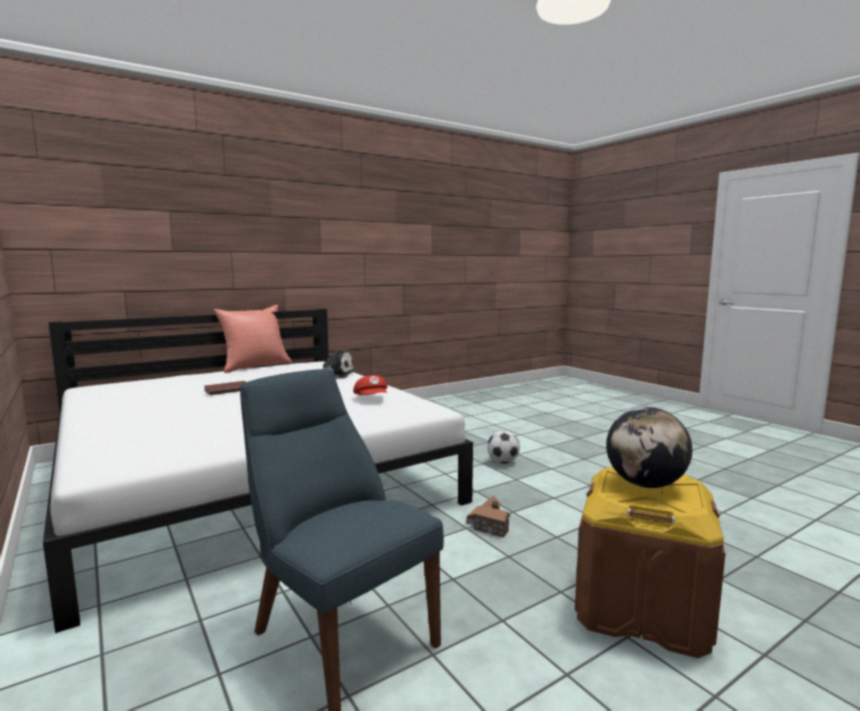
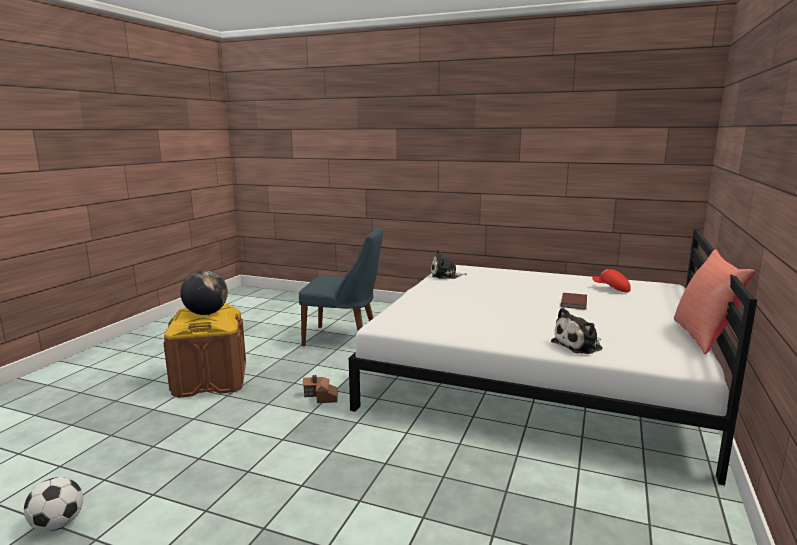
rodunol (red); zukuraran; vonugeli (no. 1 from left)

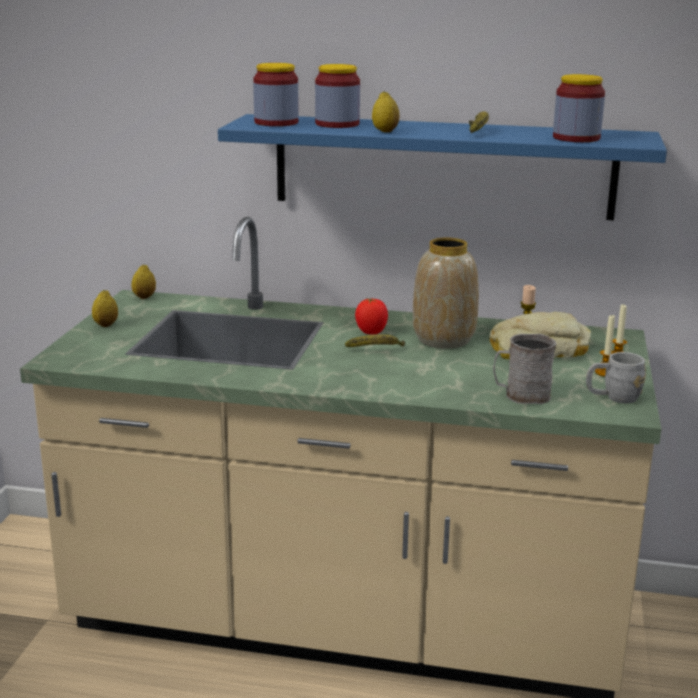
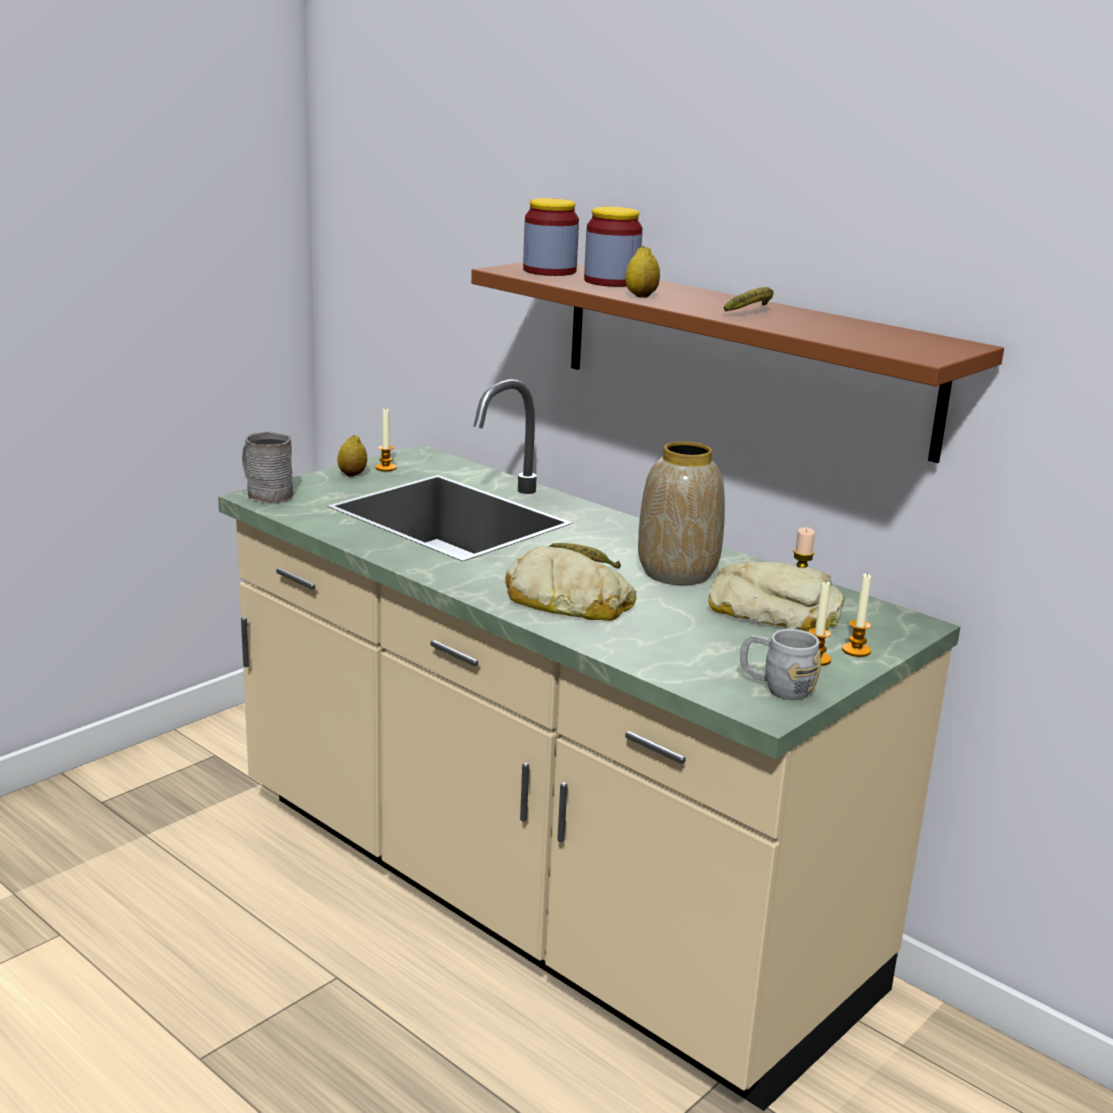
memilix (no. 3 from left in the first image); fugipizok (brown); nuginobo (no. 2 from left in the first image); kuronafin; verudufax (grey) (no. 1 from left); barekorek (no. 1 from left); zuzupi (no. 1 from left)

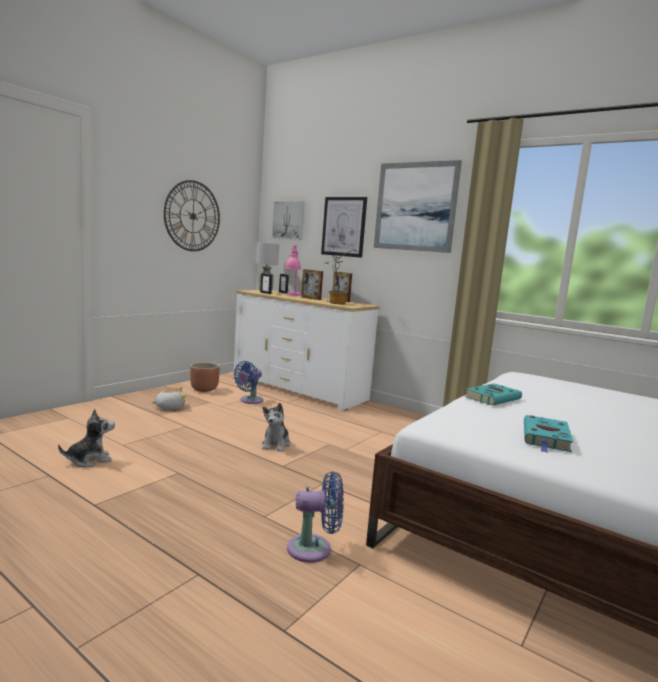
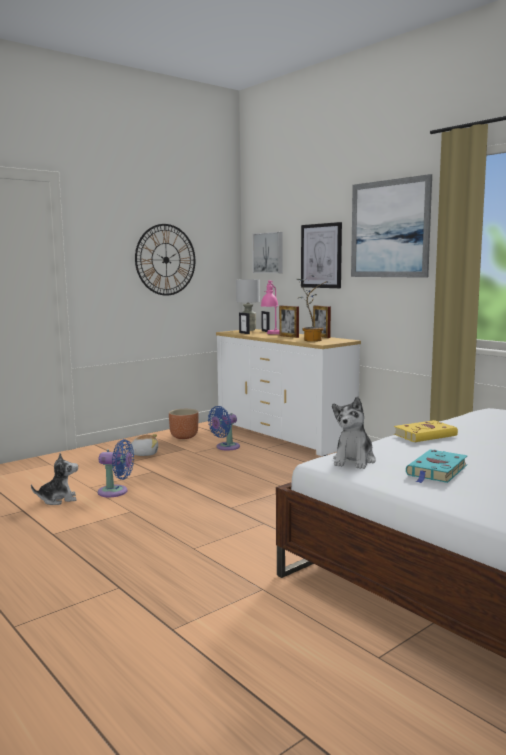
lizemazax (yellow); vonugeli (no. 3 from left); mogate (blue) (no. 1 from left)

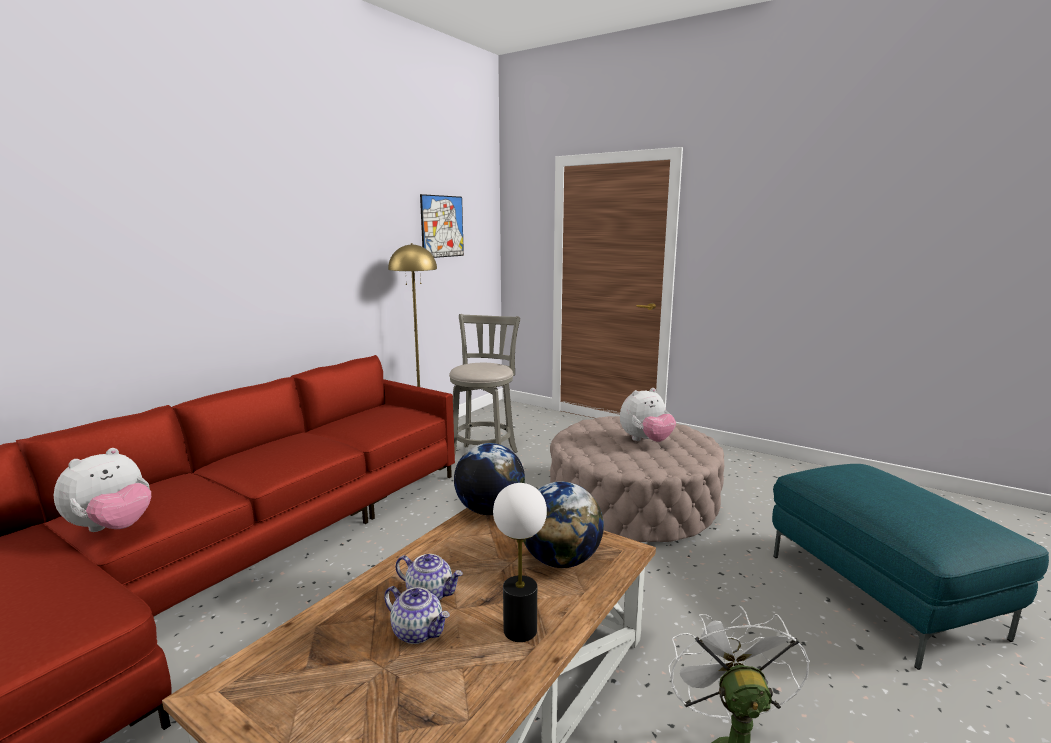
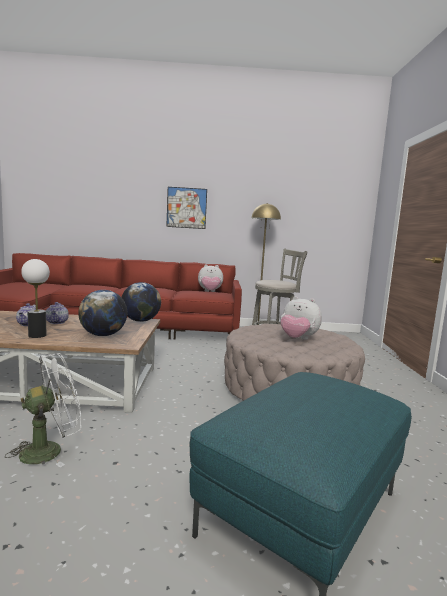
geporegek; vonugeli (no. 1 from left)

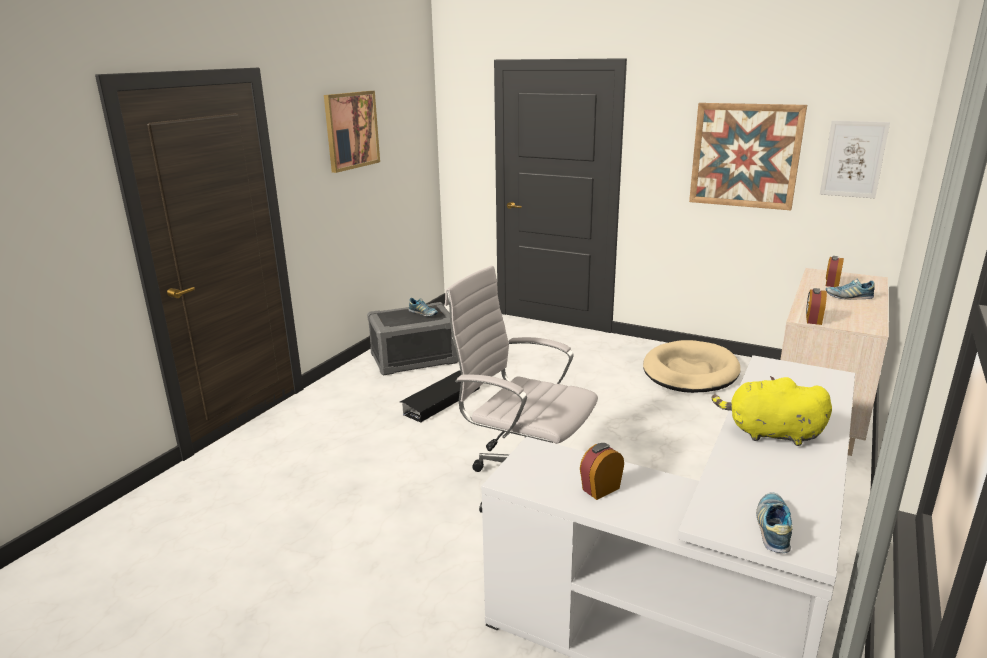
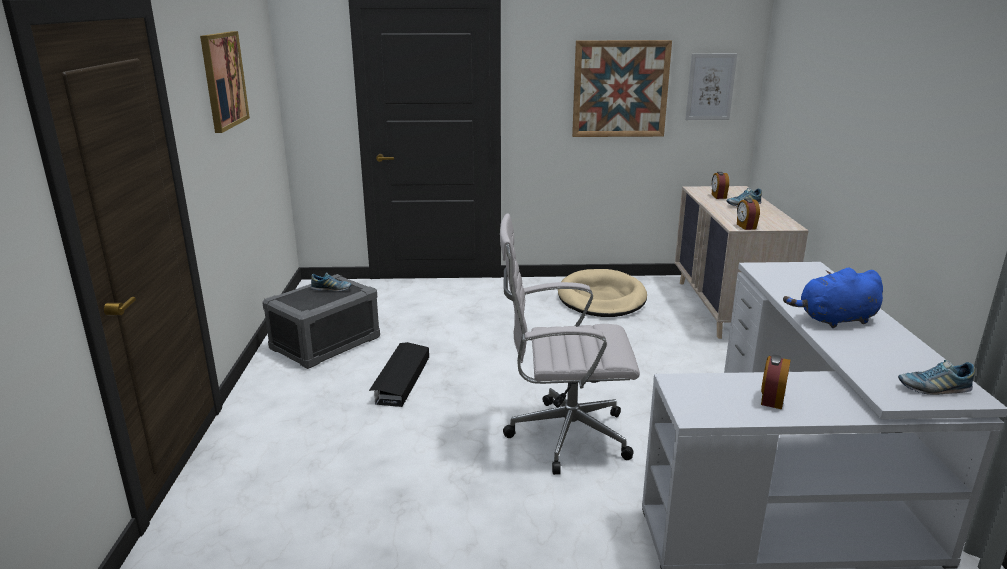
vonugeli (blue); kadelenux (no. 3 from left)

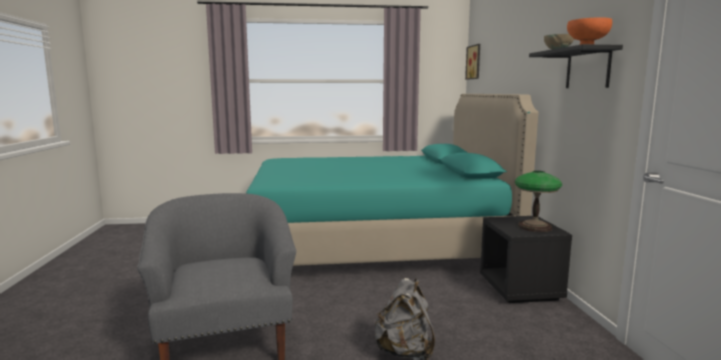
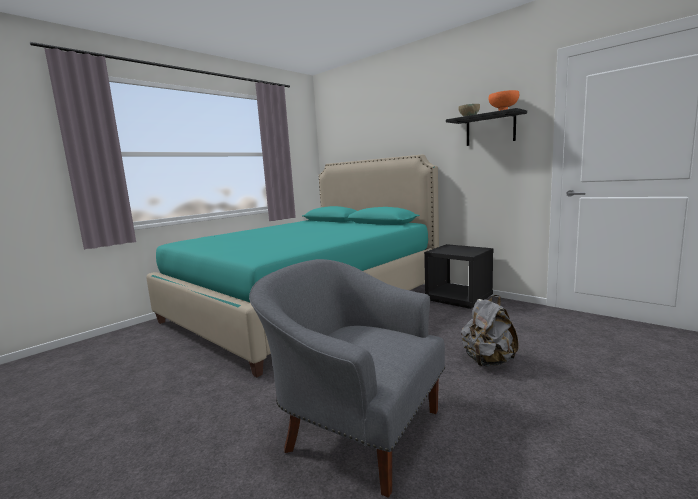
geporegek; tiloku

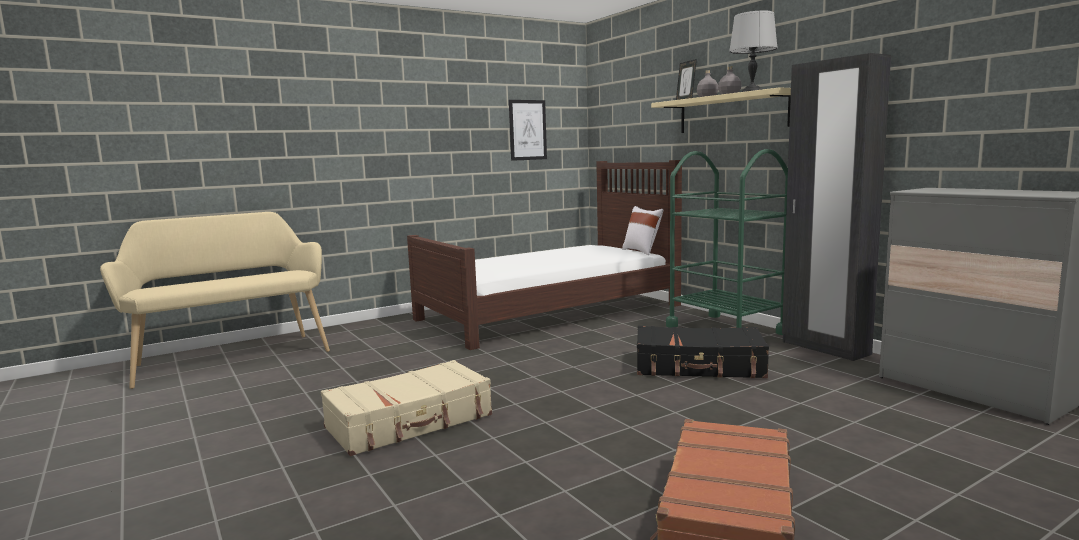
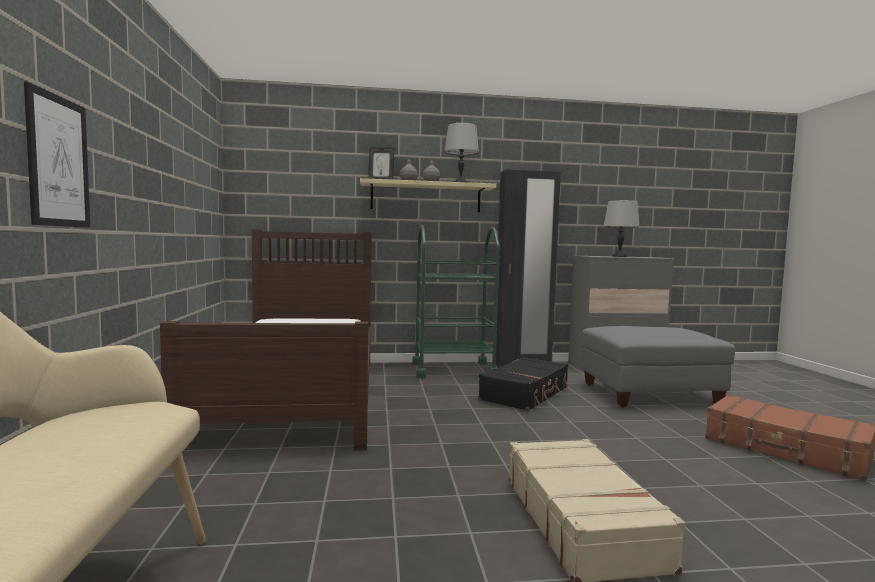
geporegek; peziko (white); tiloku (grey) (no. 2 from left); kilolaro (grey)

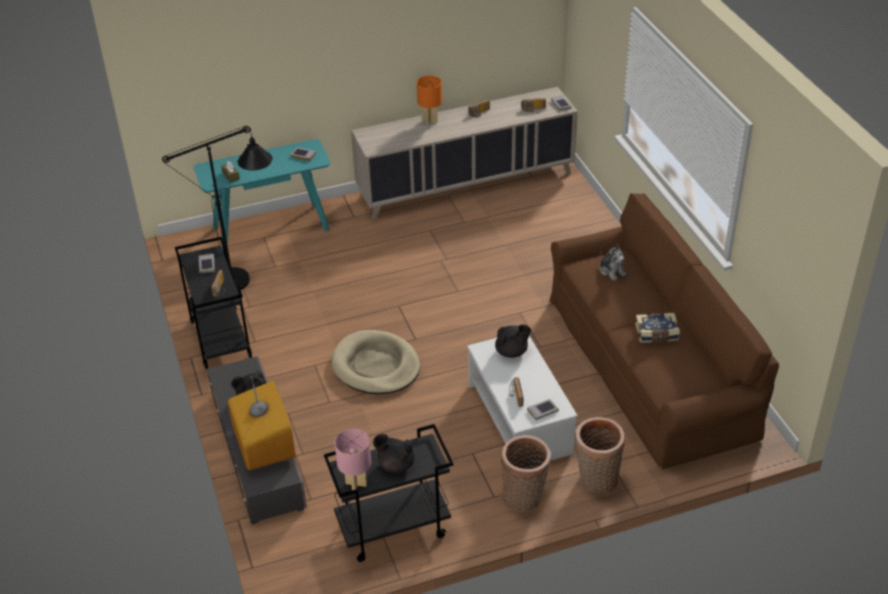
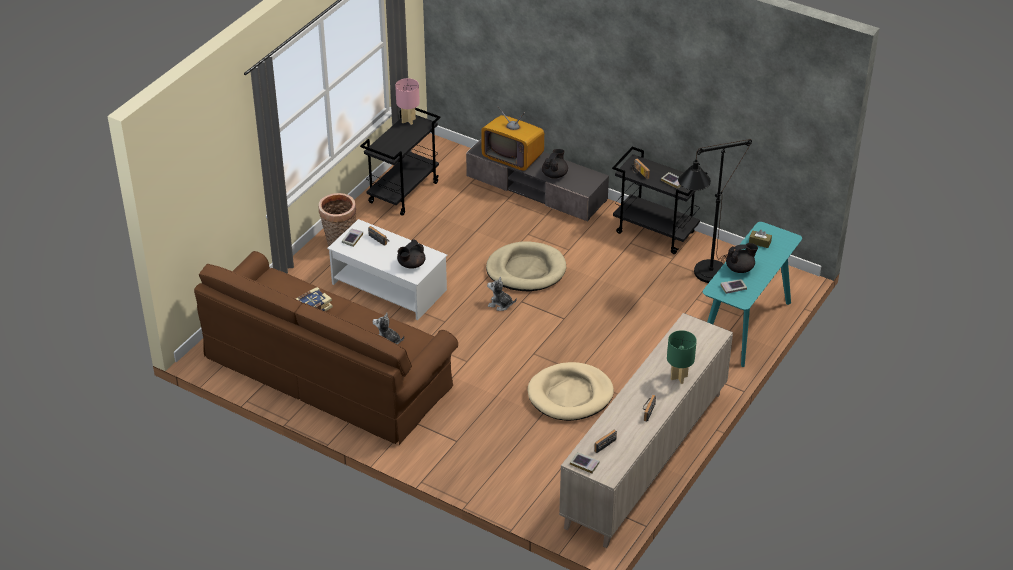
tiloku (green); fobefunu (no. 2 from left in the first image); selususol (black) (no. 3 from left); vonugeli (no. 2 from left); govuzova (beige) (no. 2 from left)

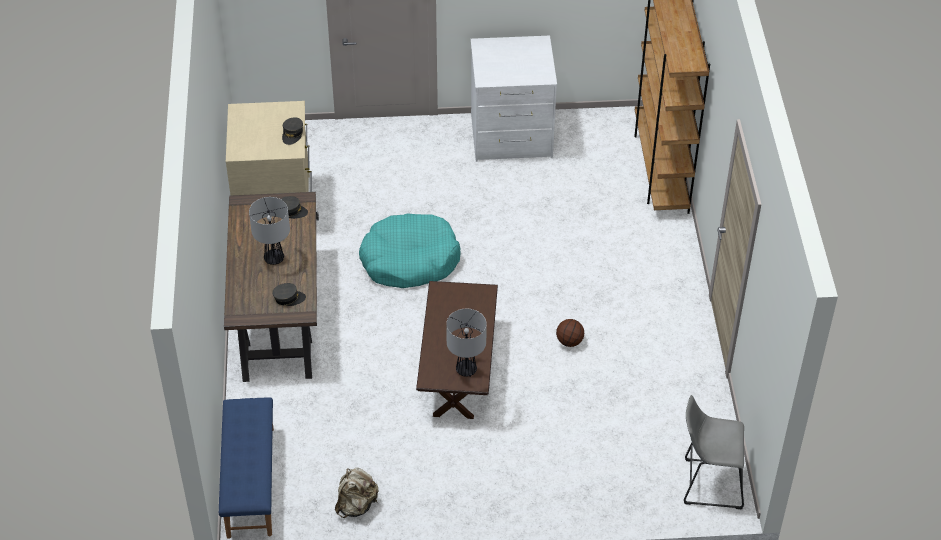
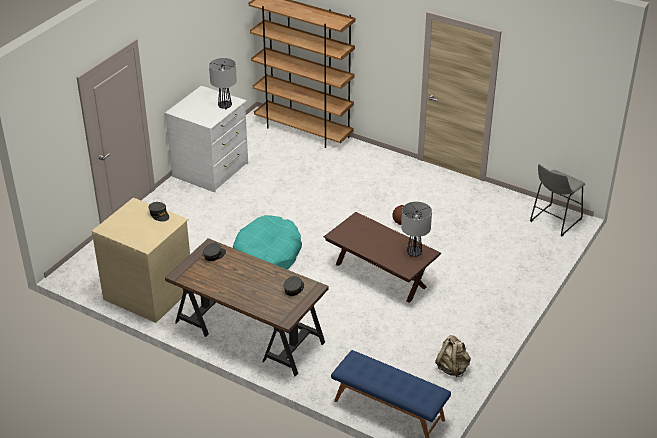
tiloku (no. 1 from left)

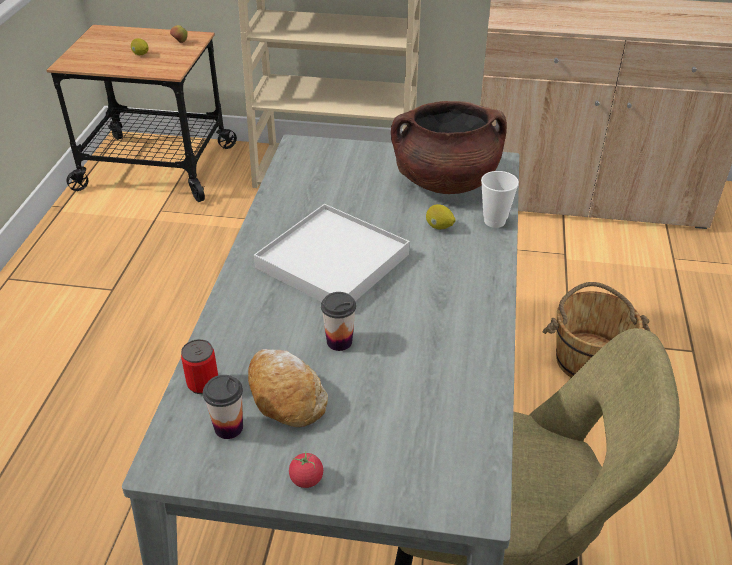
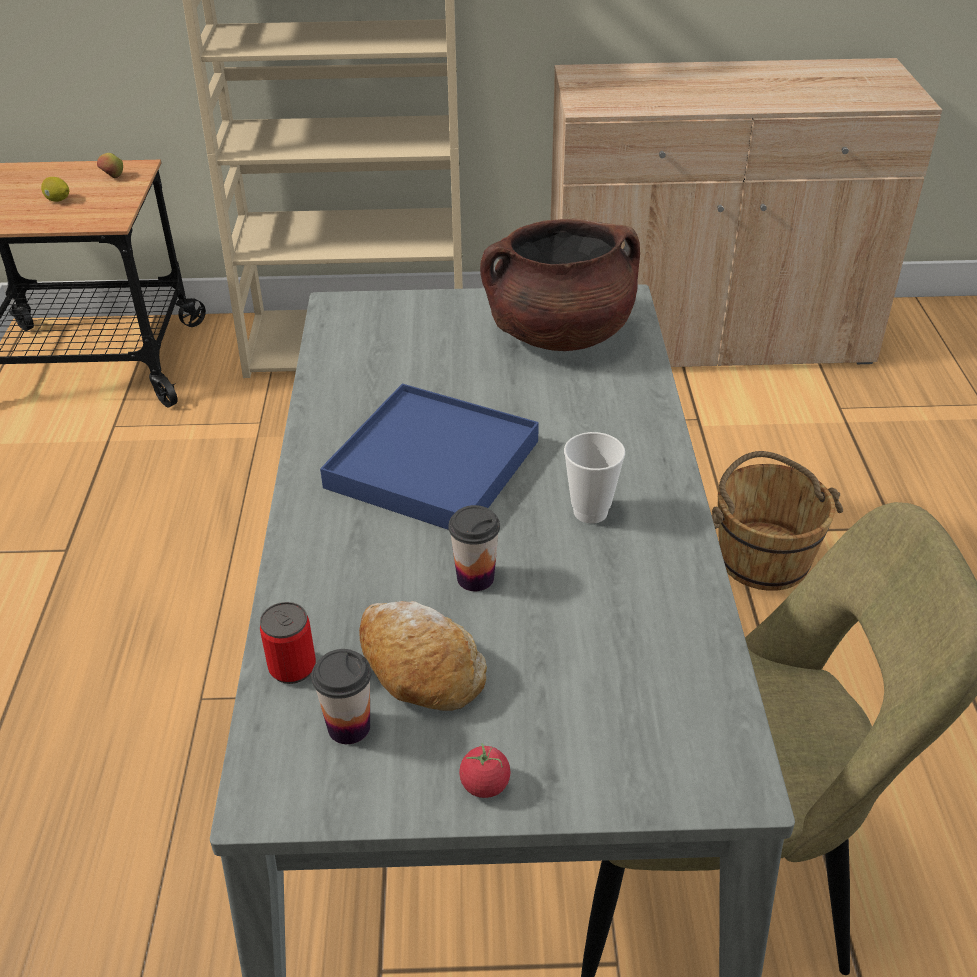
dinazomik (no. 3 from left); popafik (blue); nuginobo (no. 2 from left in the first image)

